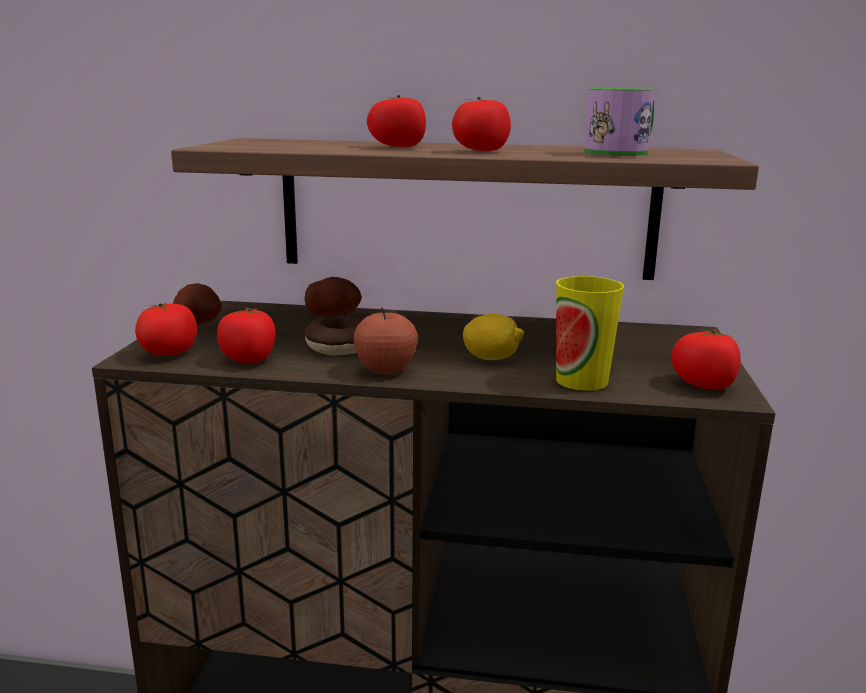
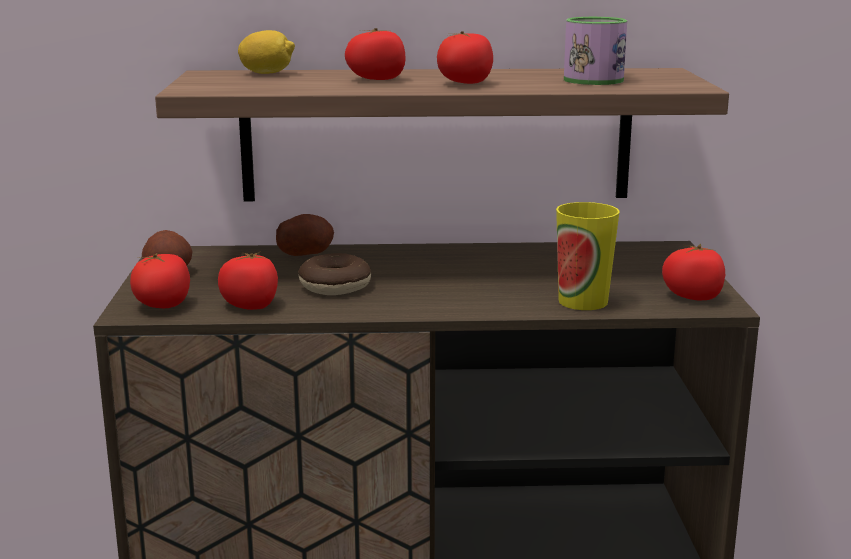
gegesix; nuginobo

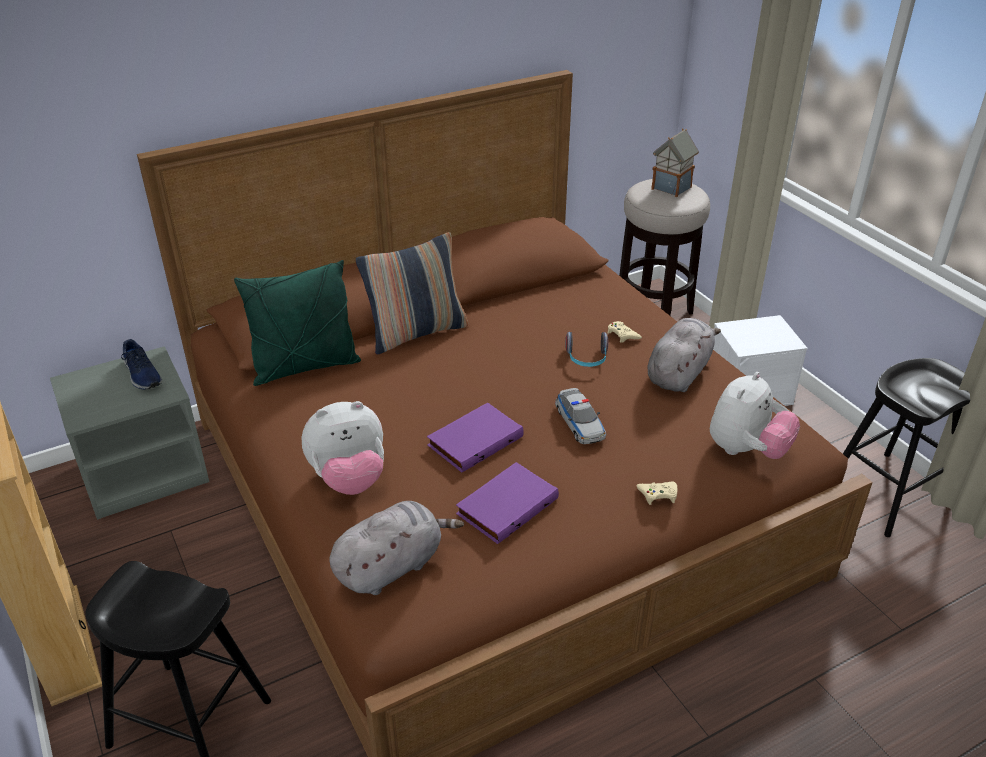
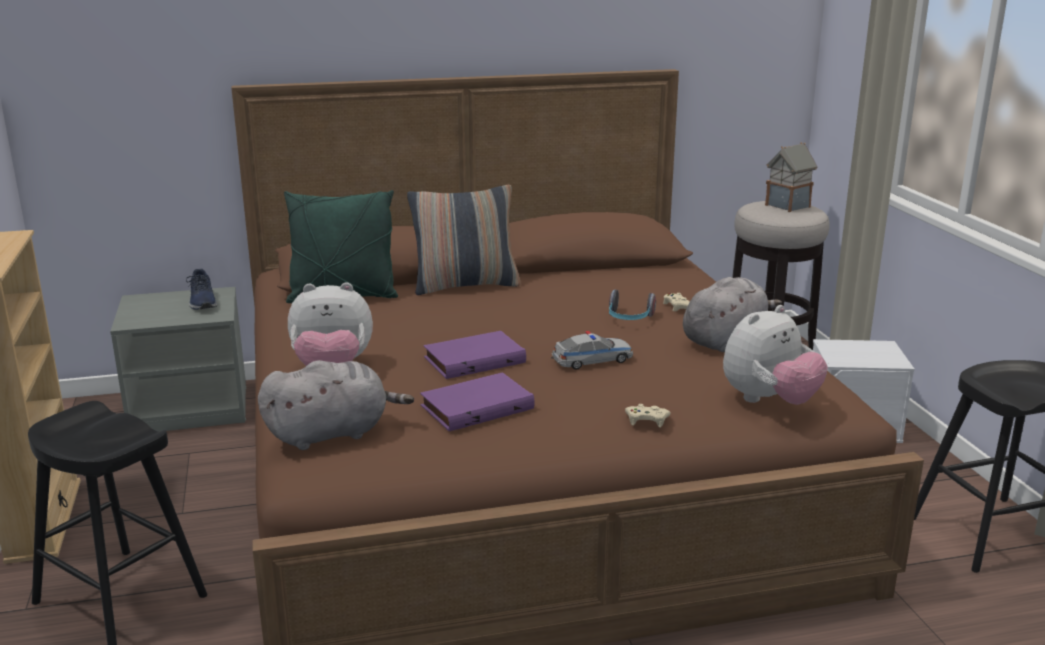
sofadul

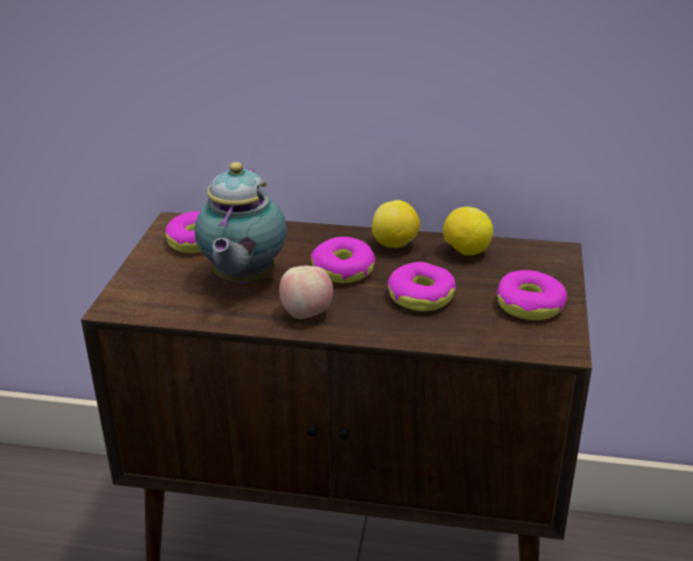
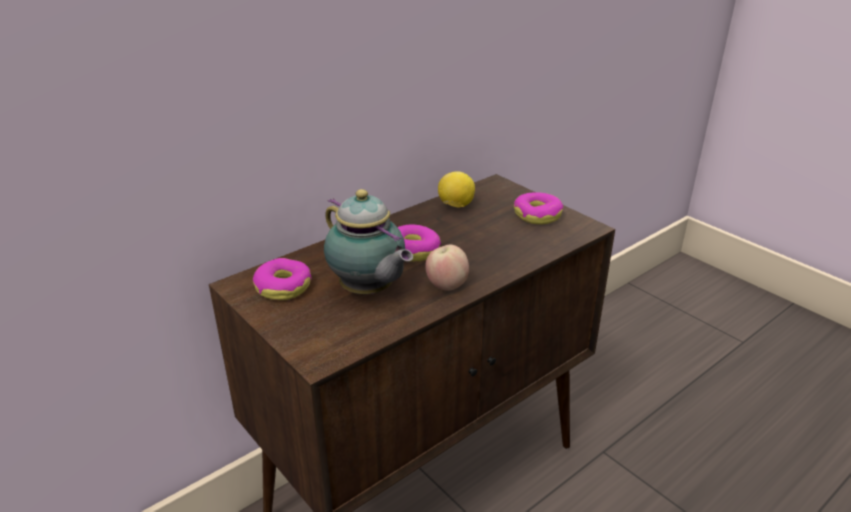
nuginobo (no. 1 from left in the first image); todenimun (no. 3 from left in the first image)

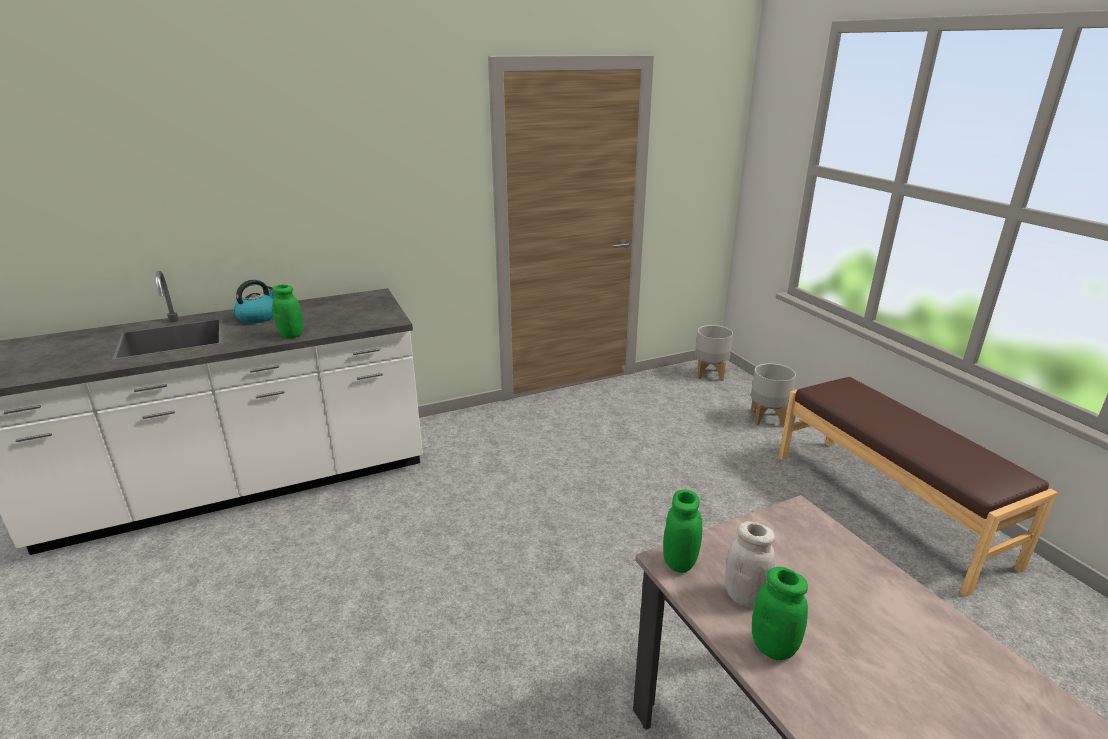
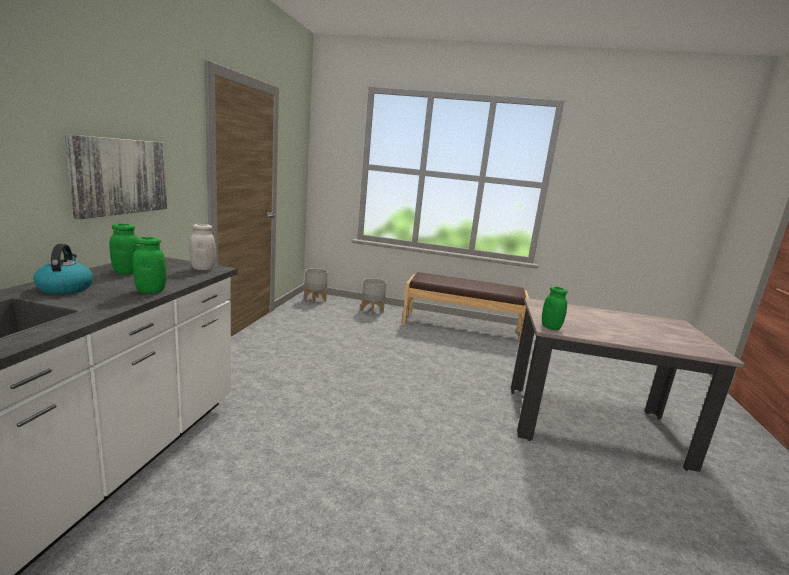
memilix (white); memilix (green) (no. 1 from left); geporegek

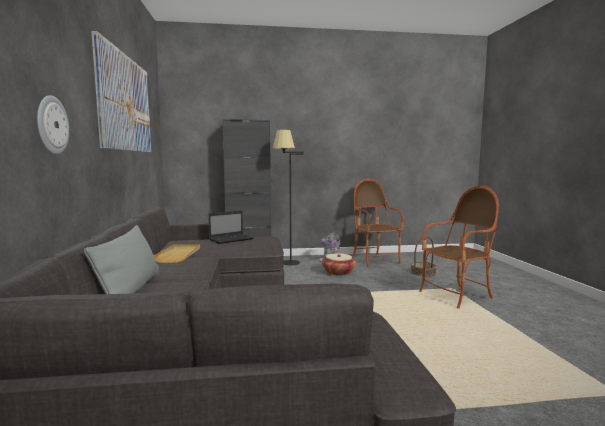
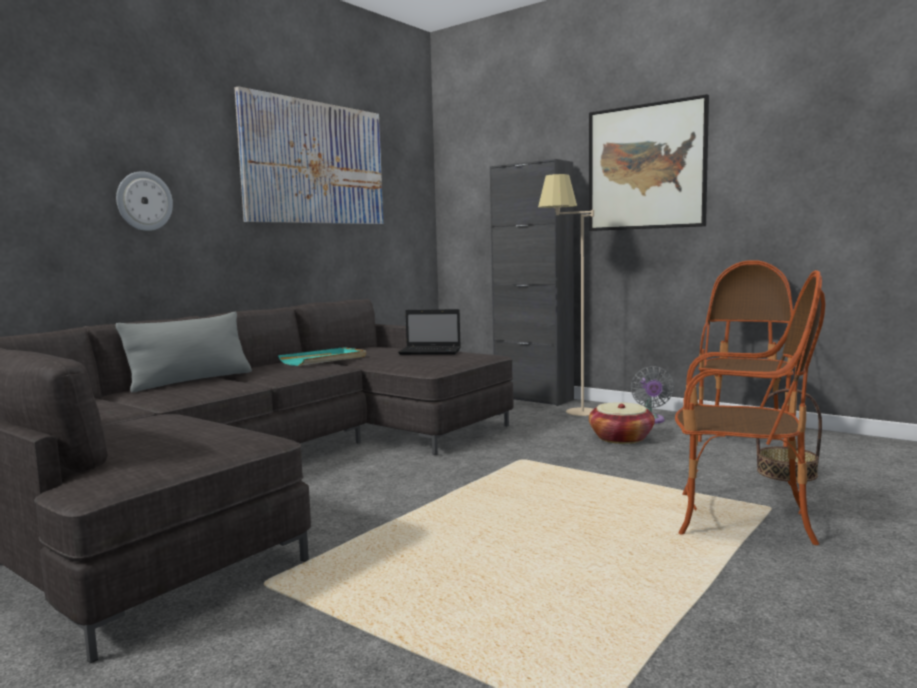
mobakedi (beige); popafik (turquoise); geporegek (no. 2 from left)

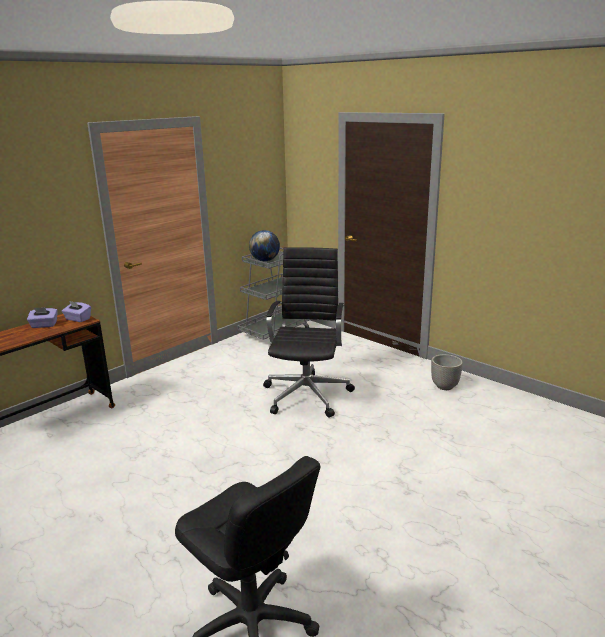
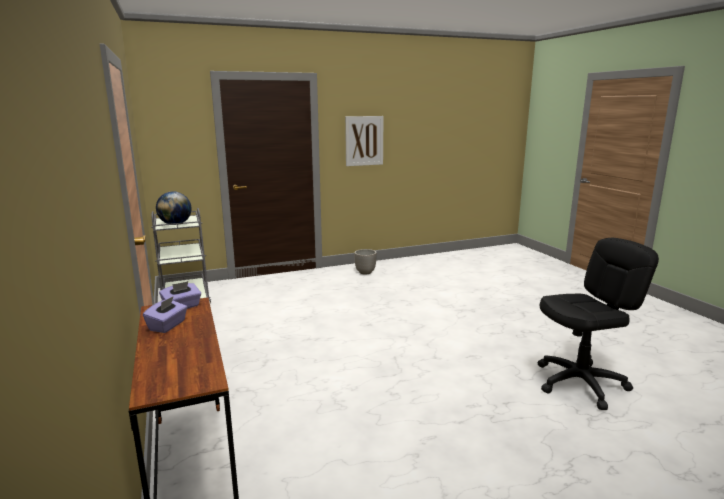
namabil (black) (no. 2 from left in the first image); geporegek

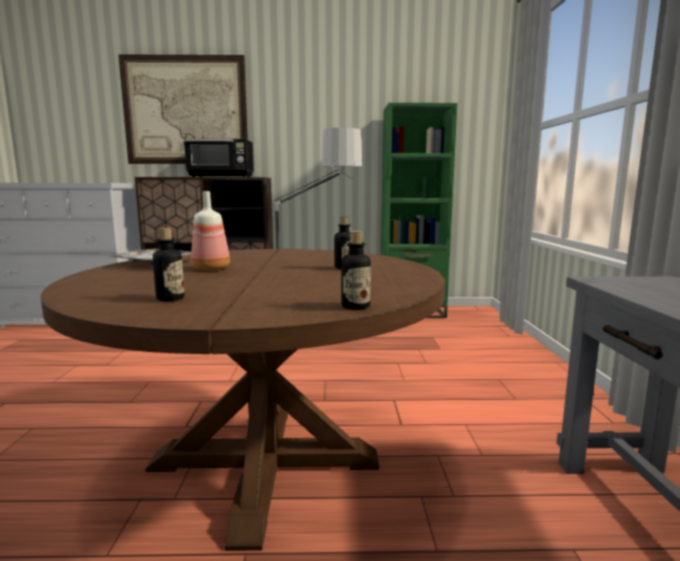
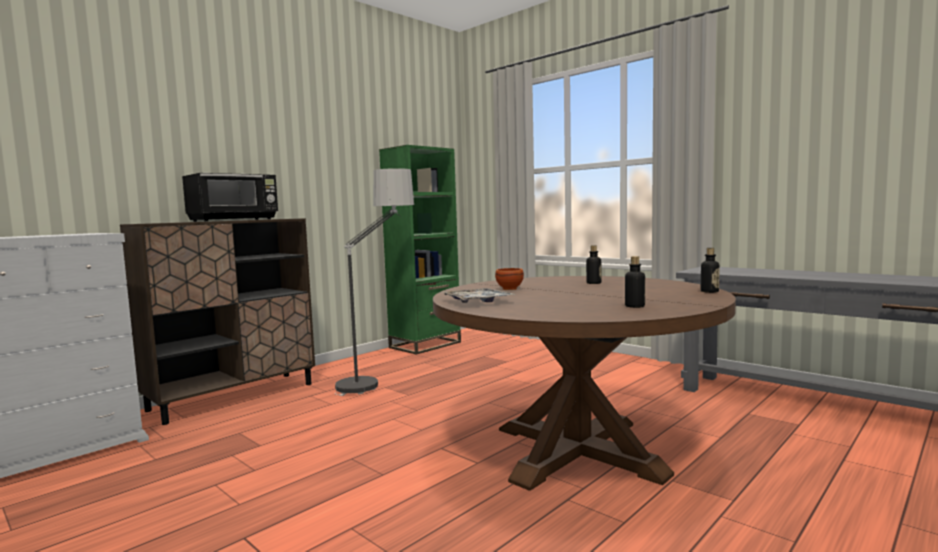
geporegek; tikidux (no. 2 from left in the first image); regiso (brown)

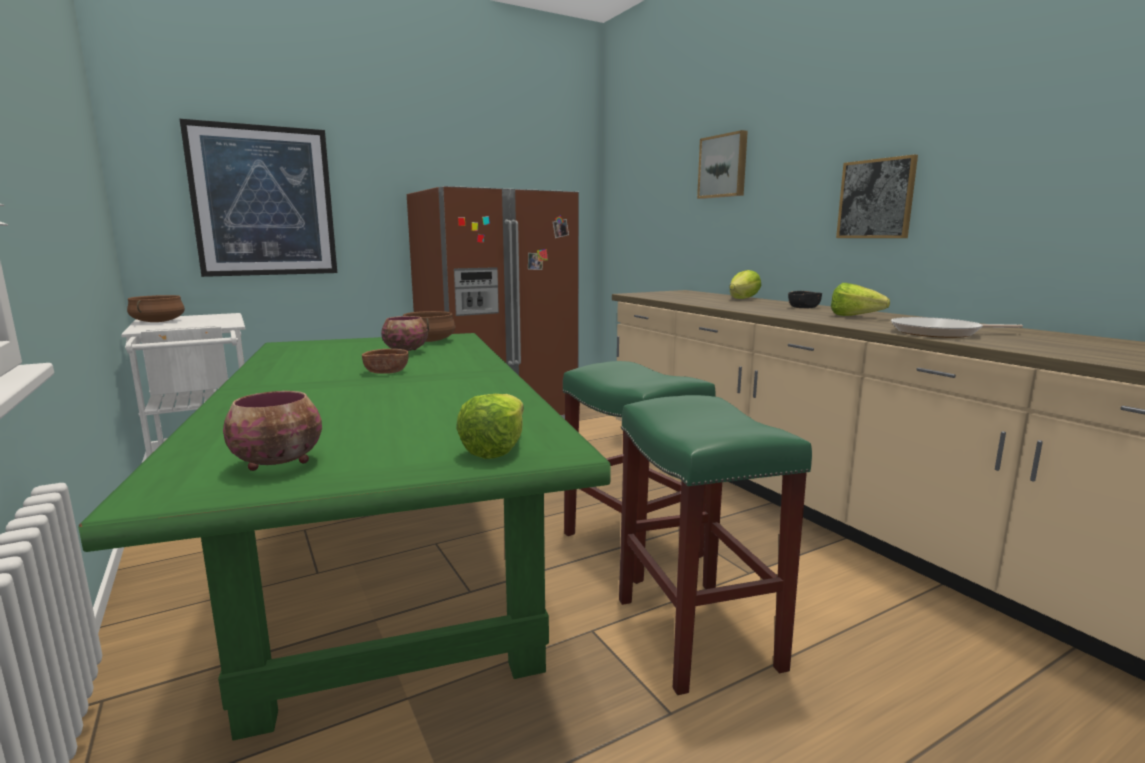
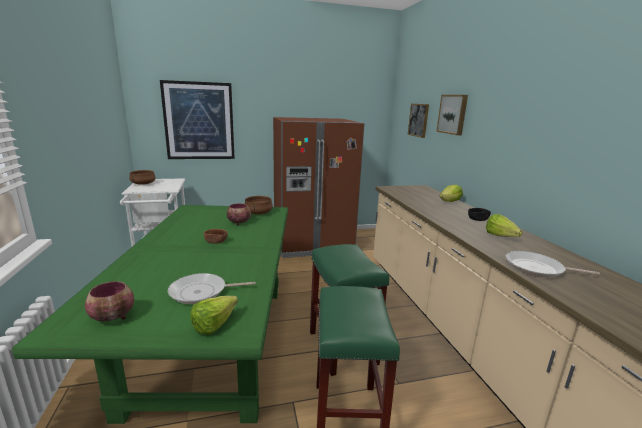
geporegek (no. 2 from left); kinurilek (no. 1 from left)

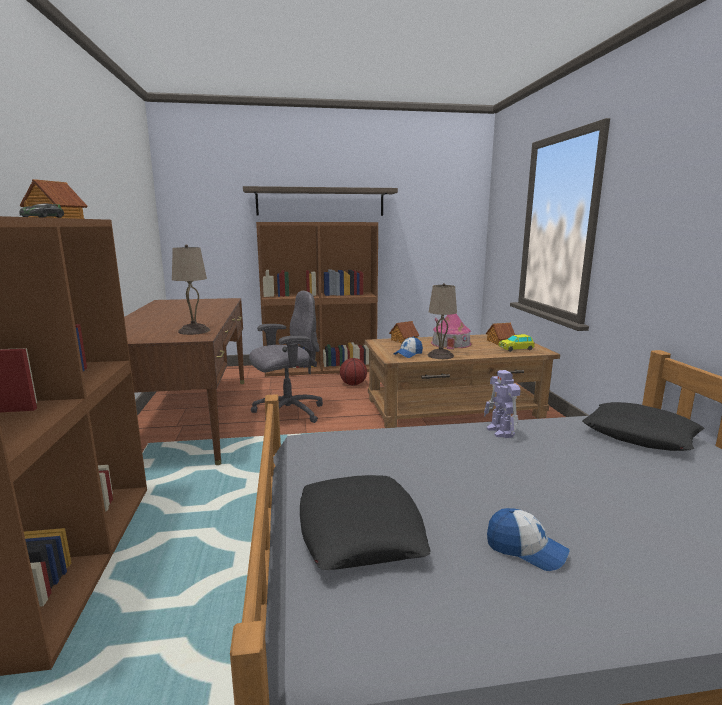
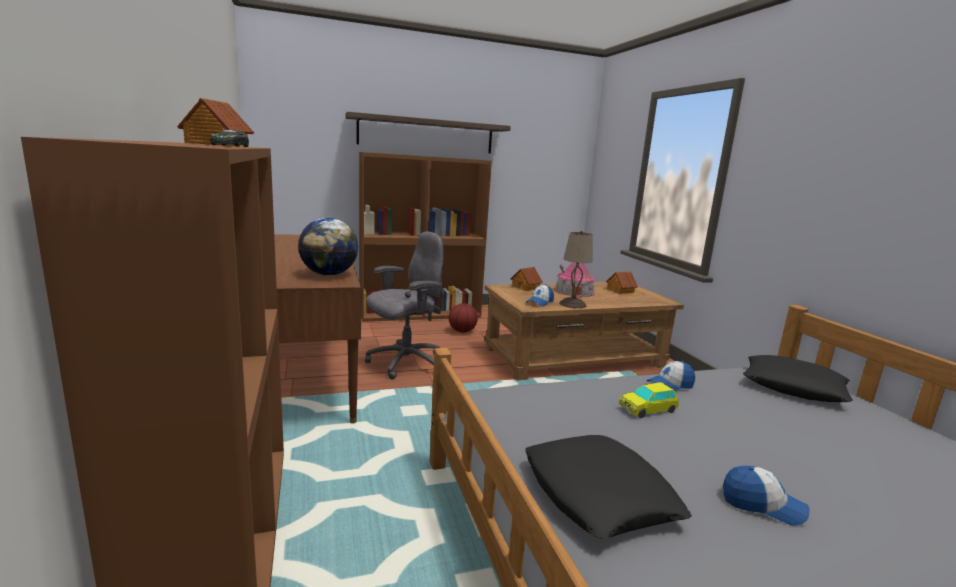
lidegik; sofadul (no. 2 from left); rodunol (no. 2 from left)

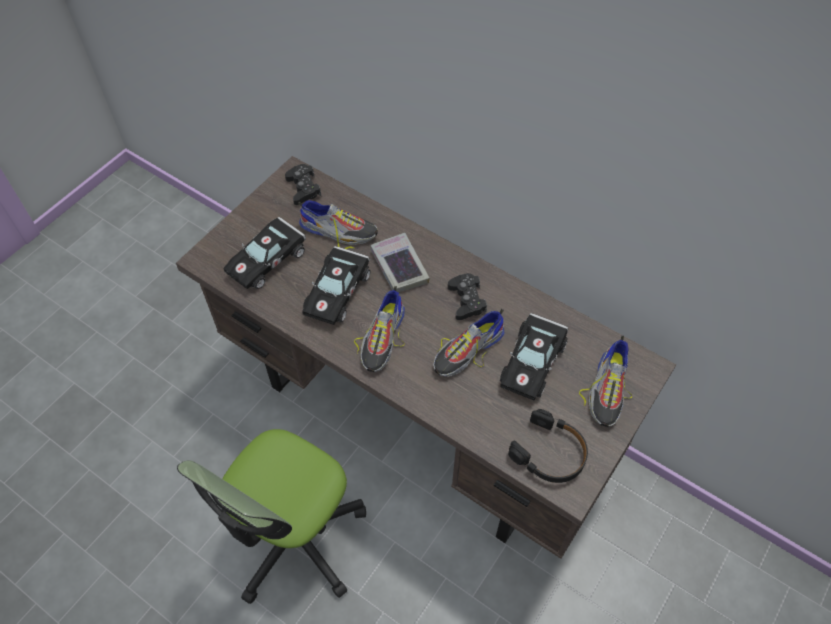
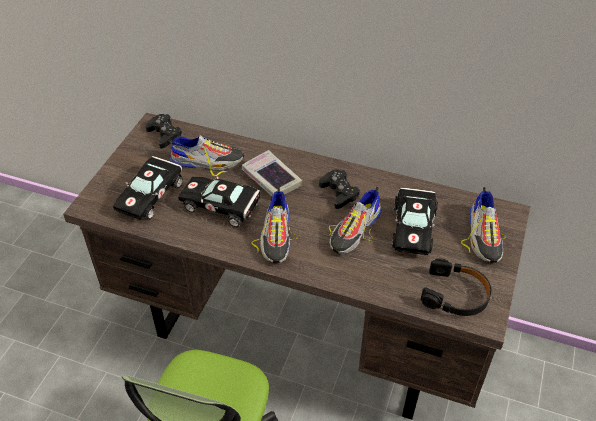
sofadul (black) (no. 2 from left)

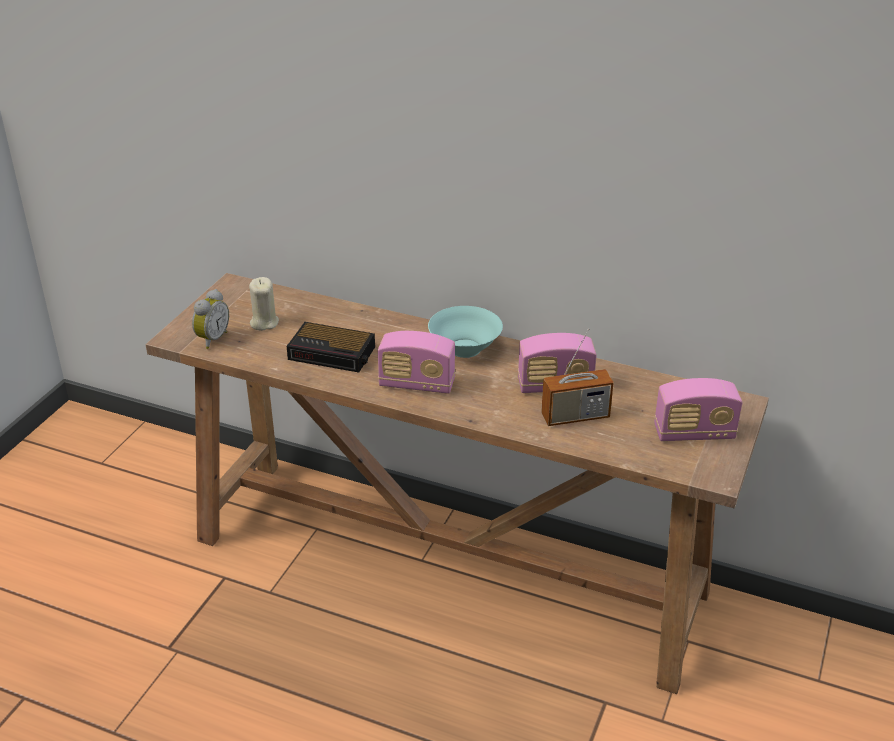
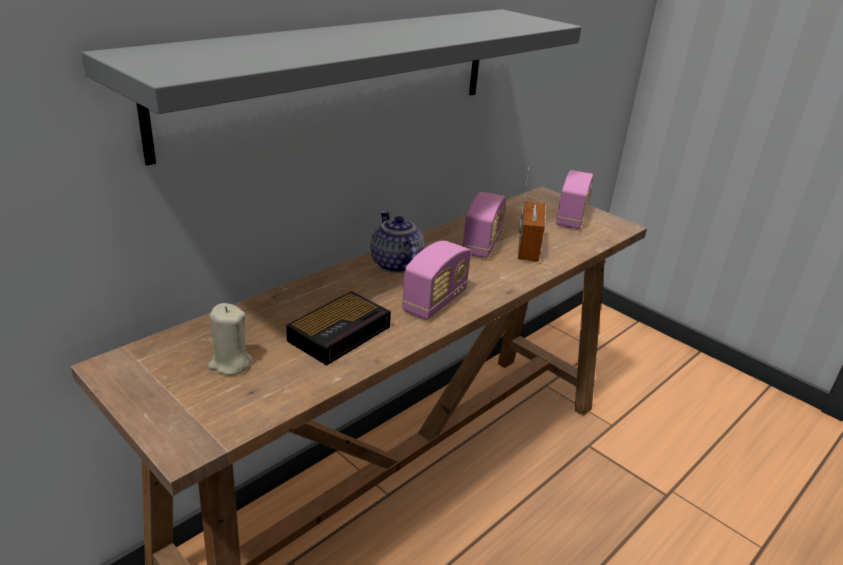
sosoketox (no. 1 from left in the first image); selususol; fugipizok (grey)

